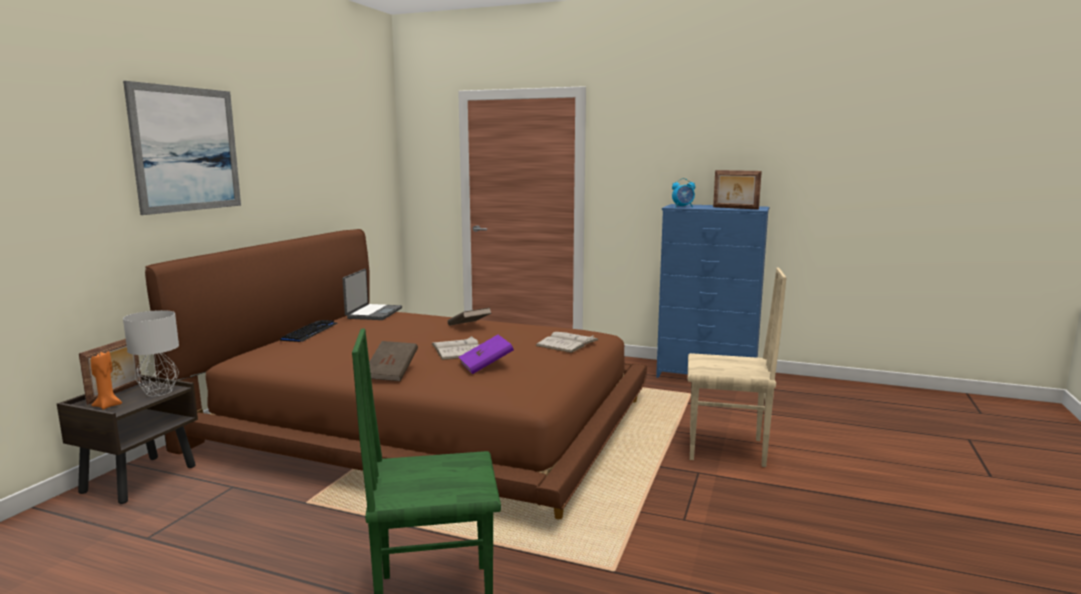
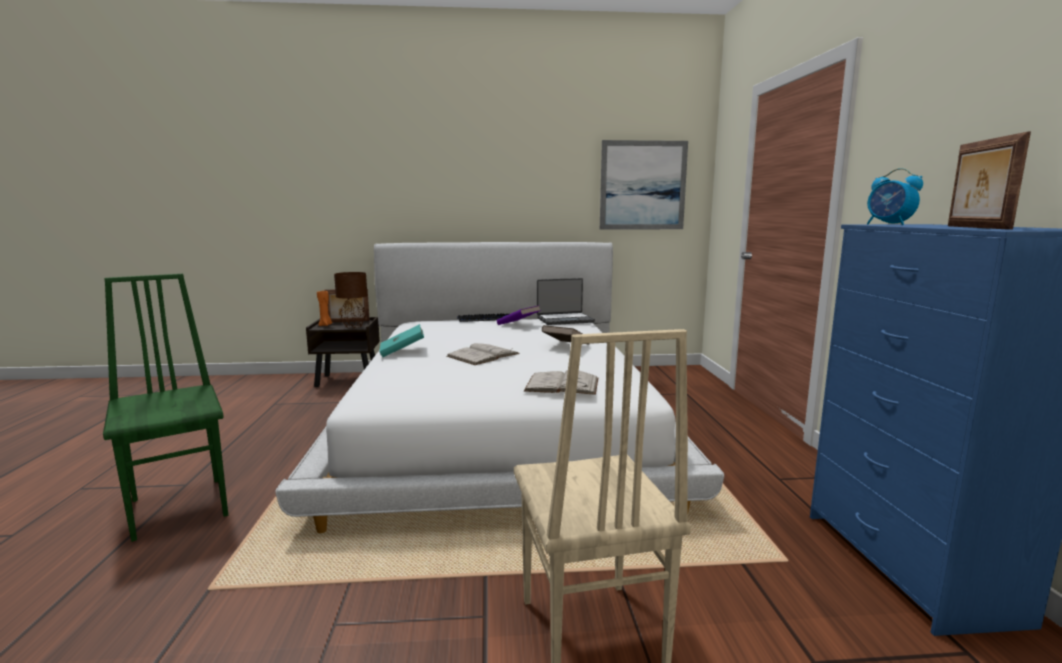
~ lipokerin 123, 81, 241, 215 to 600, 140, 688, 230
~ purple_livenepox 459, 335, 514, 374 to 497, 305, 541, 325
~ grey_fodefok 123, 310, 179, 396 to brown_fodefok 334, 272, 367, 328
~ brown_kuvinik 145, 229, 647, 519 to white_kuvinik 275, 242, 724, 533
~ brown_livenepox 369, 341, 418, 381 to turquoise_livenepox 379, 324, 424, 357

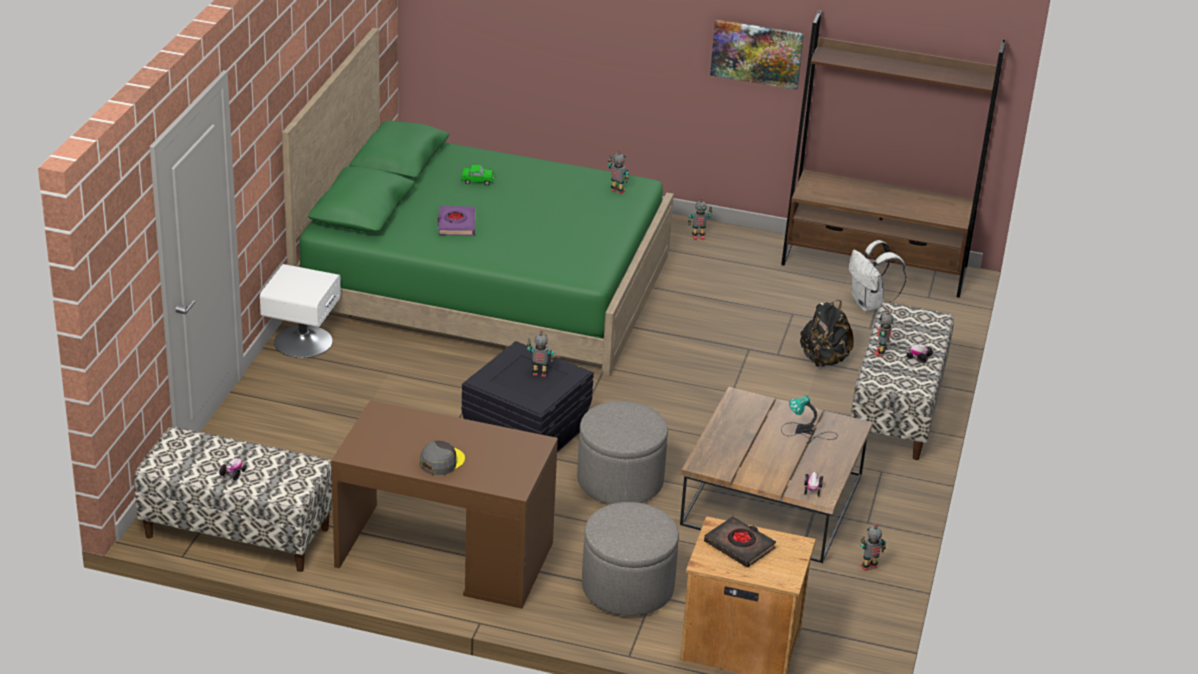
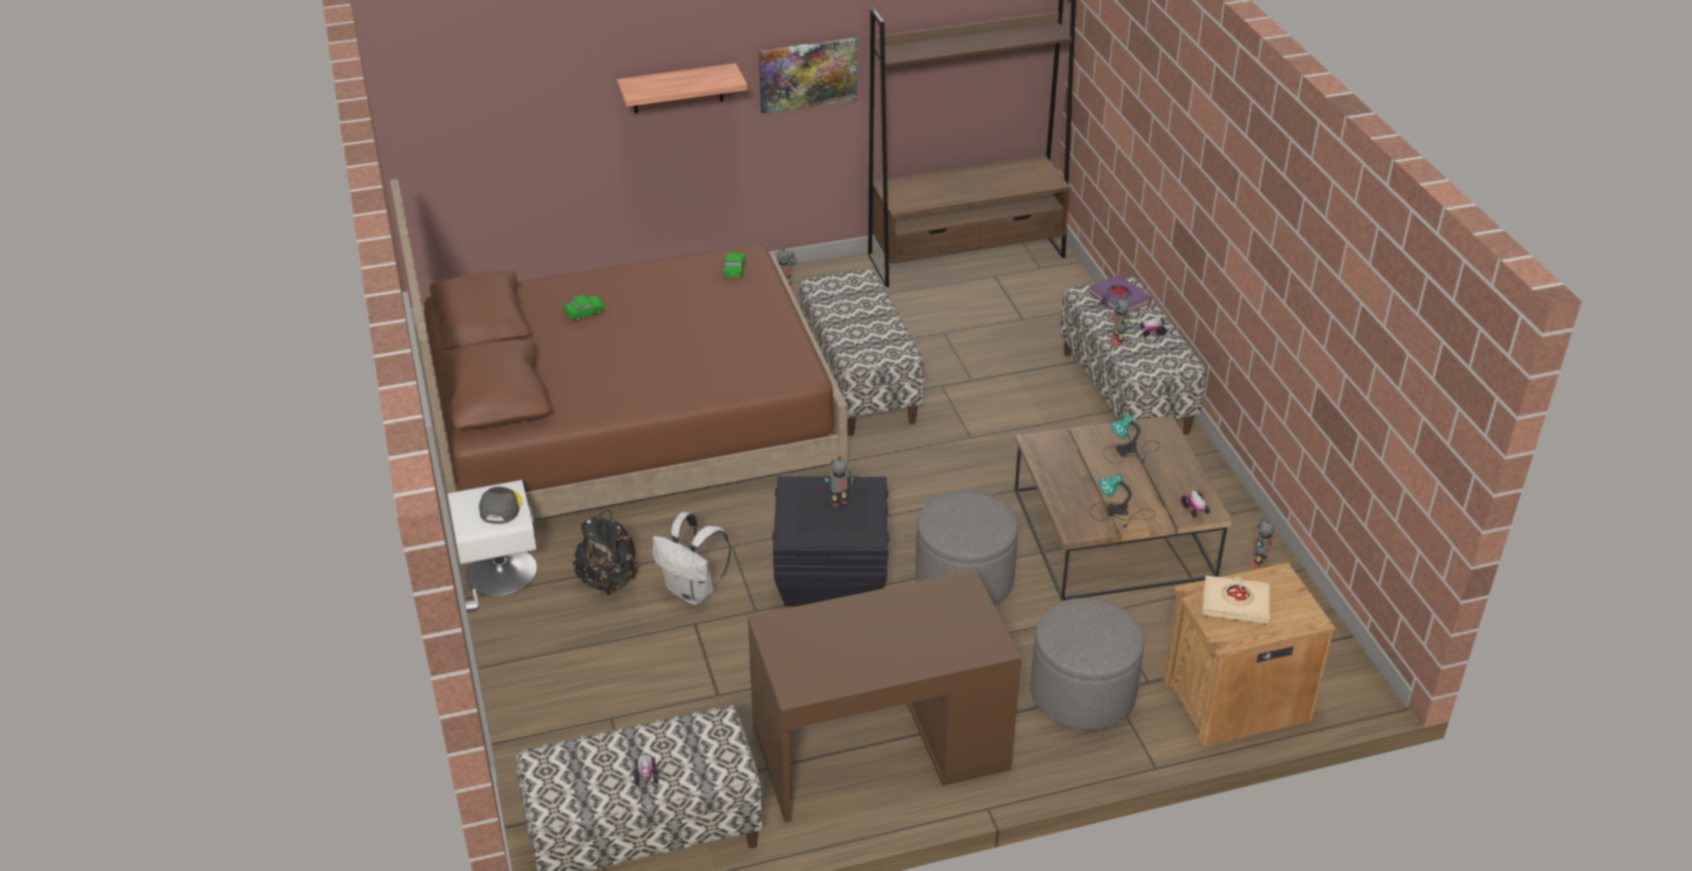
+ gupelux 617, 63, 747, 114
+ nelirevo 798, 268, 924, 436
+ fodefok 1090, 474, 1155, 528
~ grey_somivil 420, 441, 465, 476 to 479, 487, 523, 524
~ purple_livenepox 438, 206, 475, 236 to 1089, 275, 1152, 313
~ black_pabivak 800, 300, 854, 367 to 573, 510, 638, 595
~ white_pabivak 849, 240, 906, 312 to 653, 512, 731, 605
~ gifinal 608, 150, 629, 194 to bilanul 723, 253, 746, 278
~ green_kuvinik 282, 28, 674, 377 to brown_kuvinik 390, 179, 847, 519
~ black_livenepox 704, 516, 776, 568 to beige_livenepox 1202, 576, 1270, 624

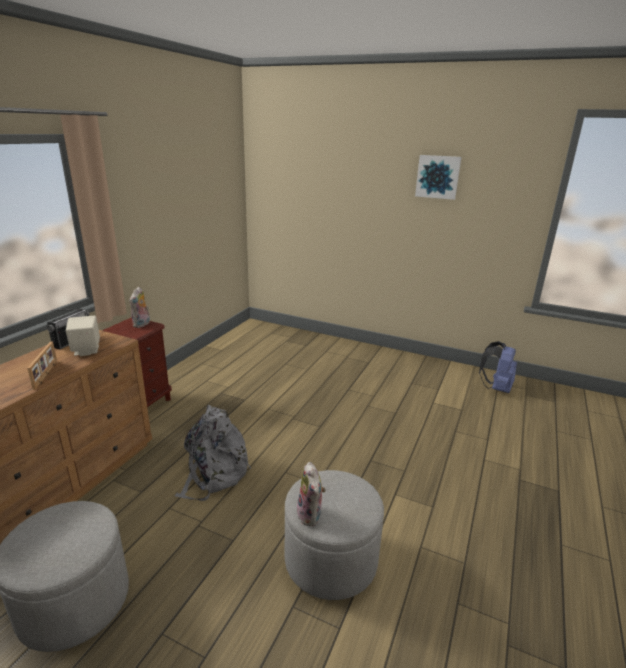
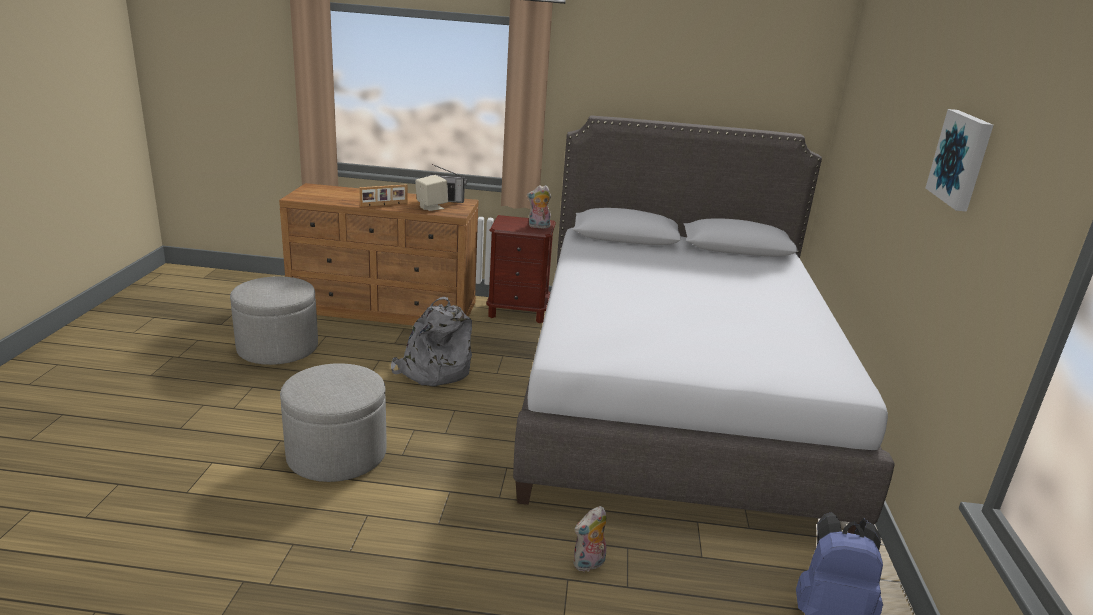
+ grey_kuvinik 513, 115, 895, 534
~ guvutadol 297, 462, 326, 526 to 573, 506, 607, 572

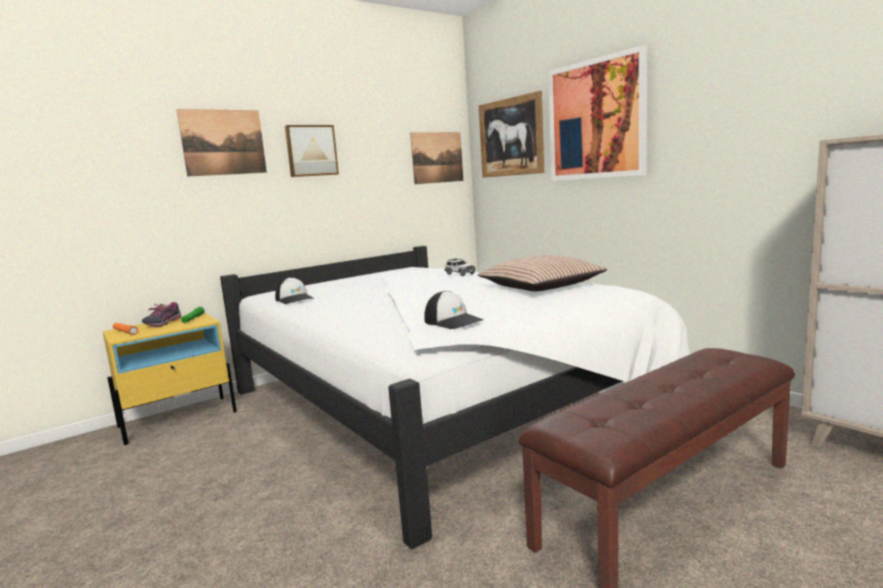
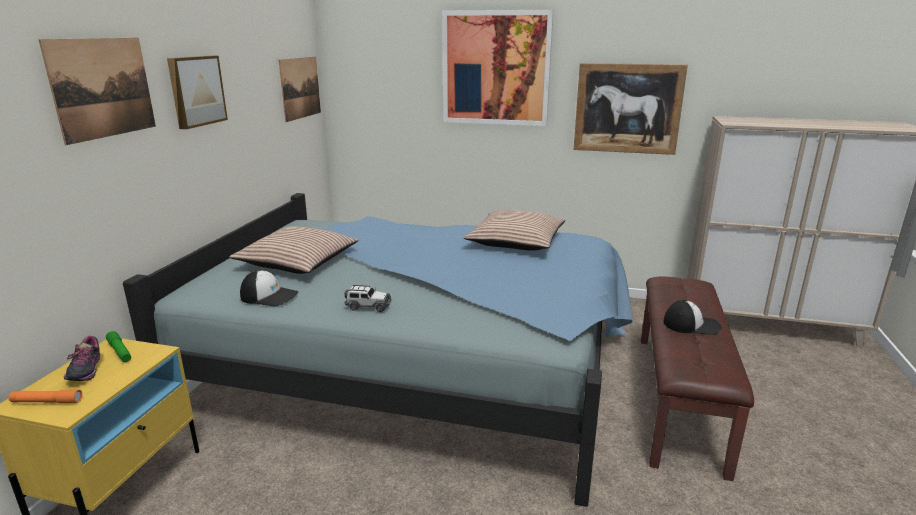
+ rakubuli 229, 226, 358, 274
~ somivil 424, 291, 484, 329 to 663, 300, 722, 335
~ bilanul 445, 258, 476, 276 to 345, 285, 391, 312
~ lipokerin 479, 91, 544, 178 to 574, 63, 688, 155
~ white_kuvinik 220, 246, 690, 549 to blue_kuvinik 123, 193, 633, 507

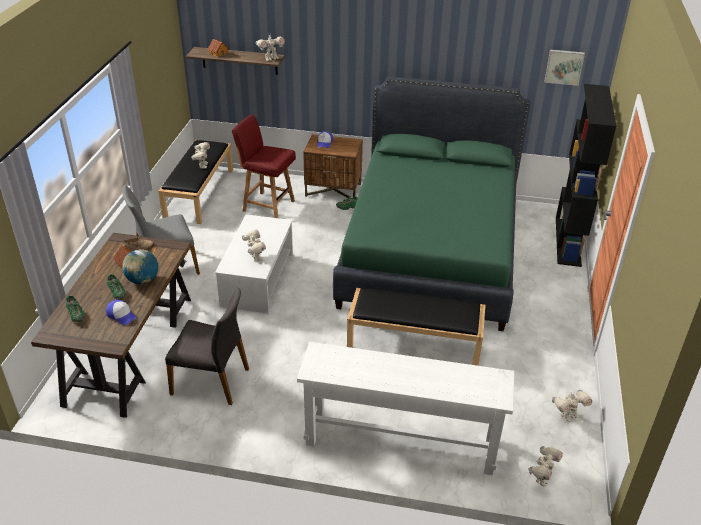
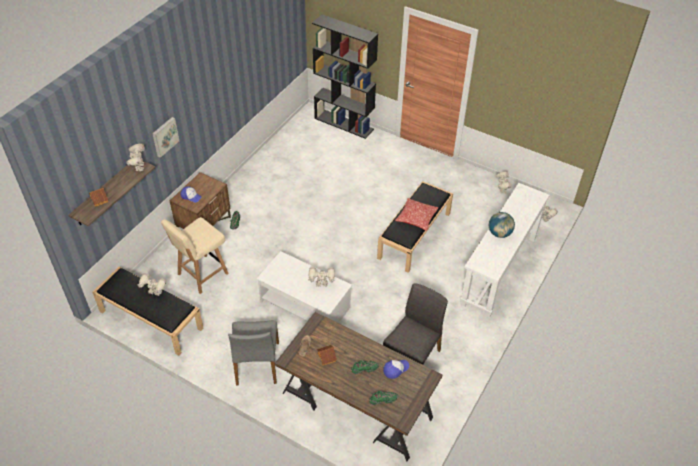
- green_kuvinik 333, 77, 531, 331
+ rakubuli 395, 198, 439, 231
~ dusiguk 122, 249, 158, 284 to 489, 212, 515, 238
~ lipokerin 545, 50, 585, 86 to 152, 117, 179, 158
~ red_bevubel 232, 114, 296, 218 to beige_bevubel 161, 217, 229, 294

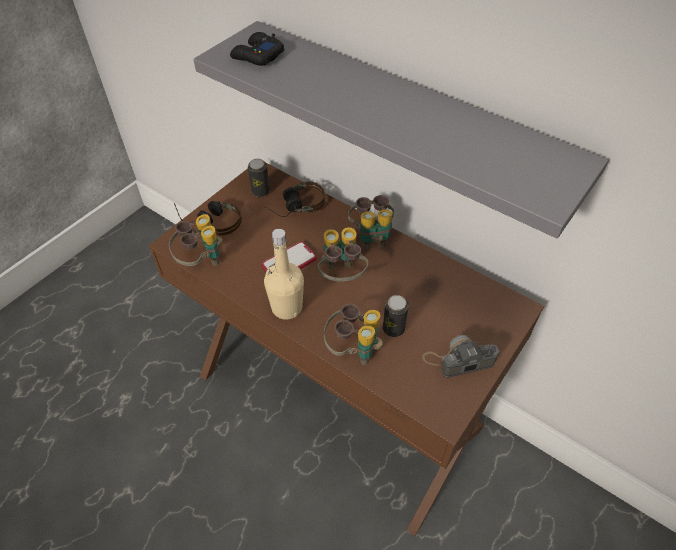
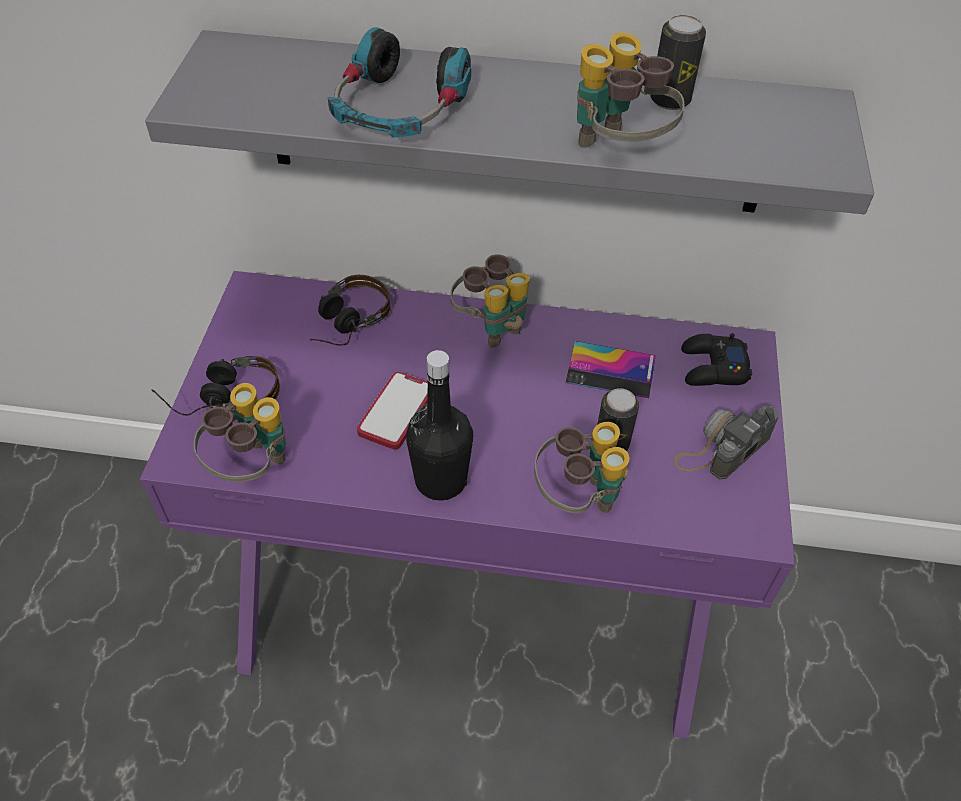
+ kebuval 328, 27, 471, 137
+ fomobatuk 566, 341, 656, 398
~ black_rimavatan 230, 32, 284, 66 to 681, 333, 752, 386
~ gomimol 248, 159, 270, 197 to 650, 15, 706, 110
~ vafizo 318, 227, 368, 281 to 577, 32, 684, 148
~ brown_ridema 149, 164, 544, 536 to purple_ridema 140, 271, 795, 739
~ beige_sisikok 264, 229, 304, 320 to black_sisikok 406, 350, 473, 500

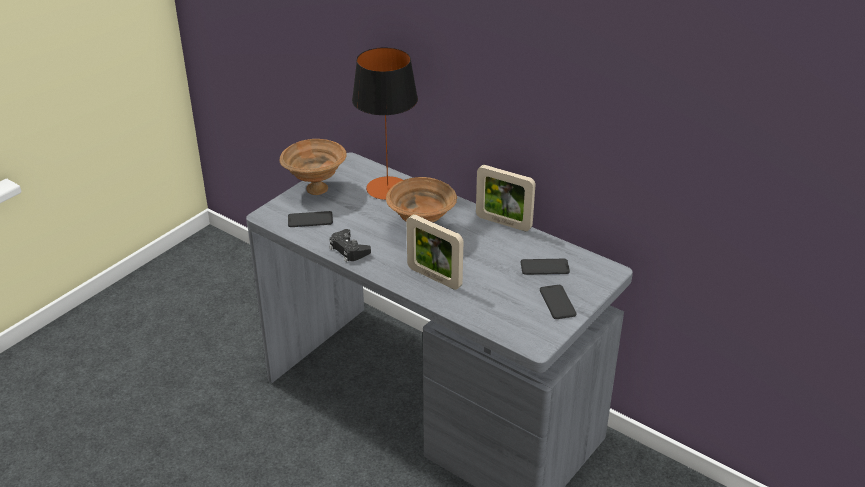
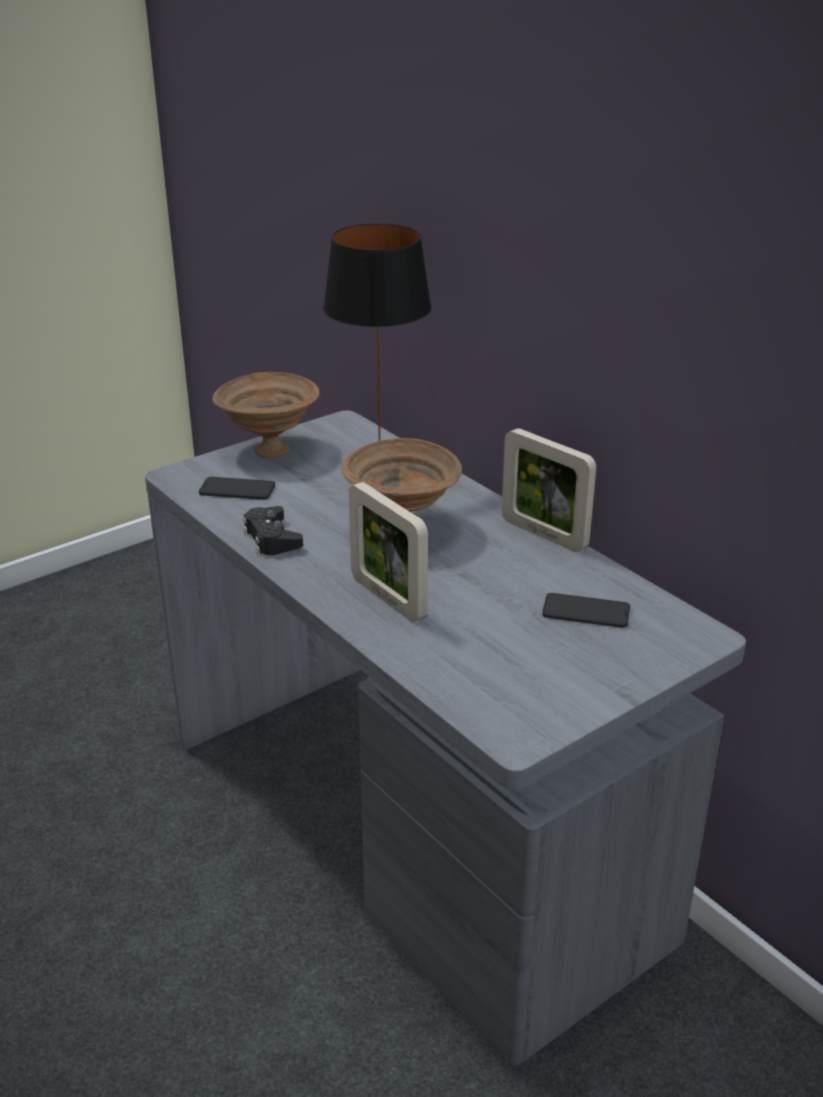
- fomobatuk 540, 285, 576, 319

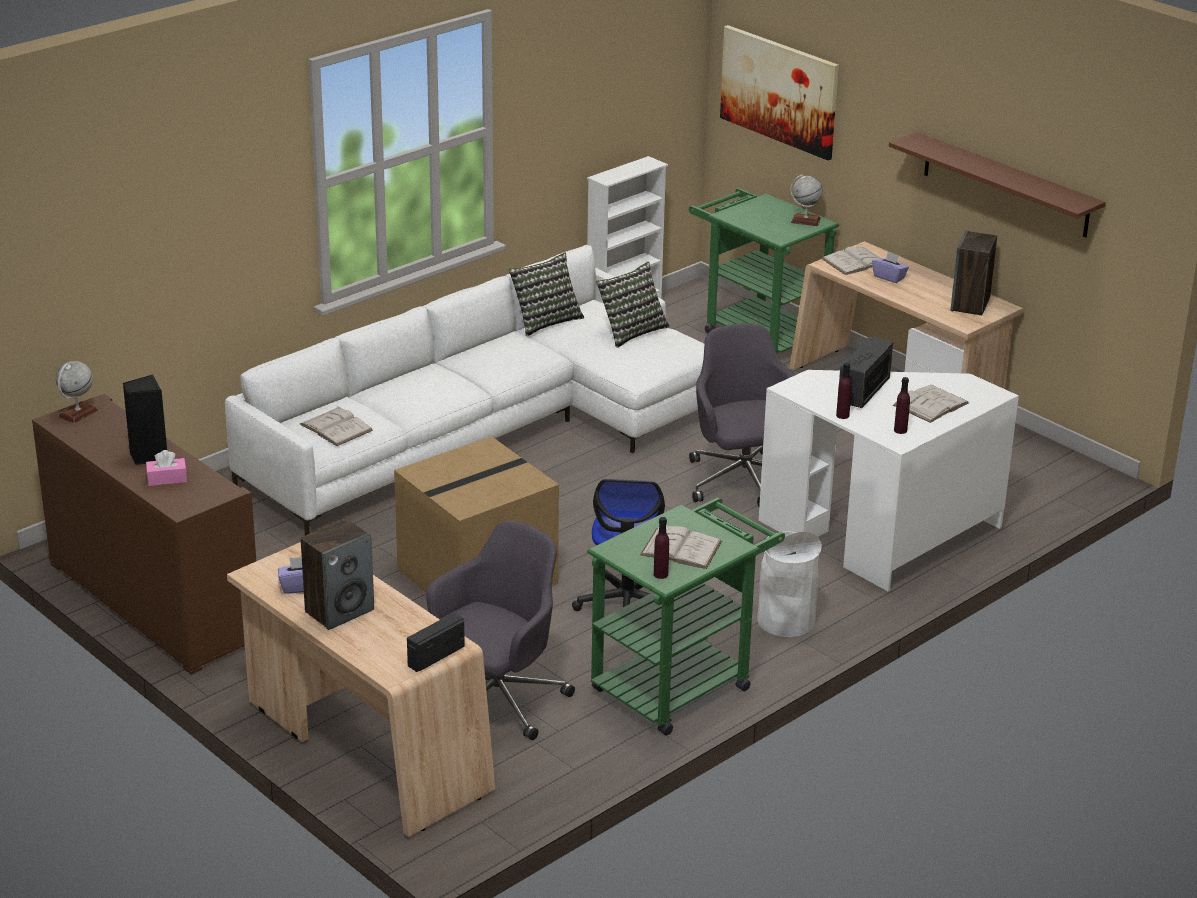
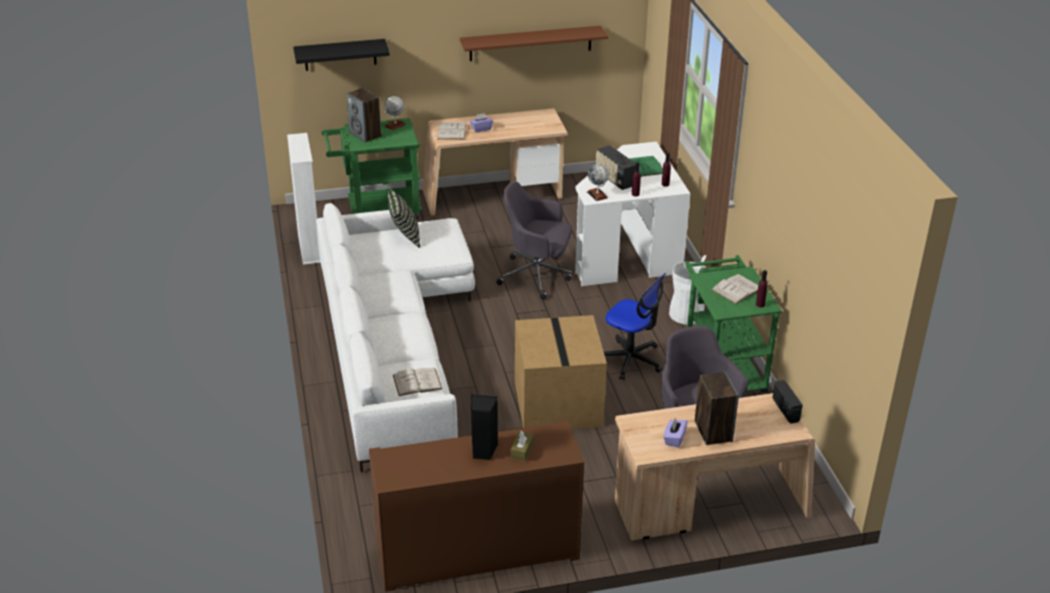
- rakubuli 509, 252, 584, 336
~ dusiguk 56, 361, 98, 423 to 587, 164, 609, 201
~ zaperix 951, 230, 997, 315 to 346, 88, 382, 143
~ lipokerin 720, 25, 839, 160 to black_gupelux 293, 39, 390, 71
~ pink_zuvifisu 146, 450, 187, 486 to brown_zuvifisu 510, 431, 534, 462
~ white_livenepox 893, 385, 969, 423 to green_livenepox 629, 156, 663, 177

